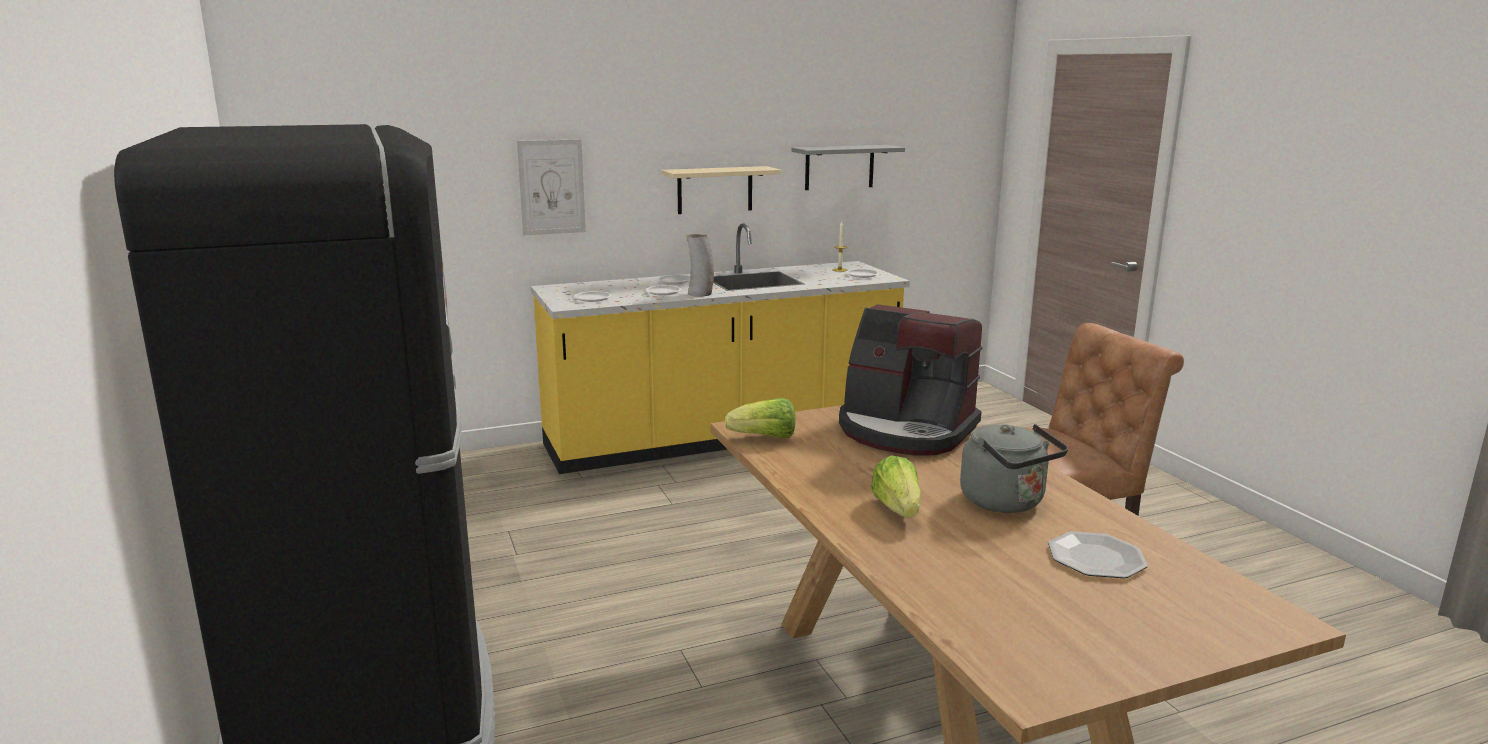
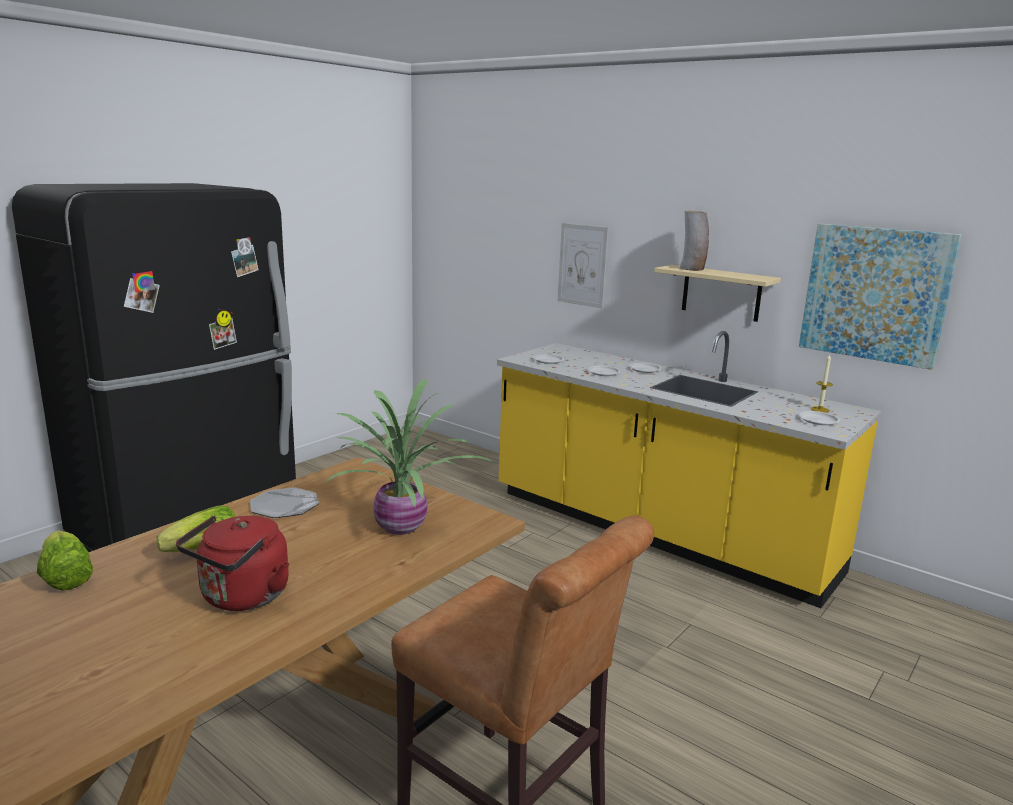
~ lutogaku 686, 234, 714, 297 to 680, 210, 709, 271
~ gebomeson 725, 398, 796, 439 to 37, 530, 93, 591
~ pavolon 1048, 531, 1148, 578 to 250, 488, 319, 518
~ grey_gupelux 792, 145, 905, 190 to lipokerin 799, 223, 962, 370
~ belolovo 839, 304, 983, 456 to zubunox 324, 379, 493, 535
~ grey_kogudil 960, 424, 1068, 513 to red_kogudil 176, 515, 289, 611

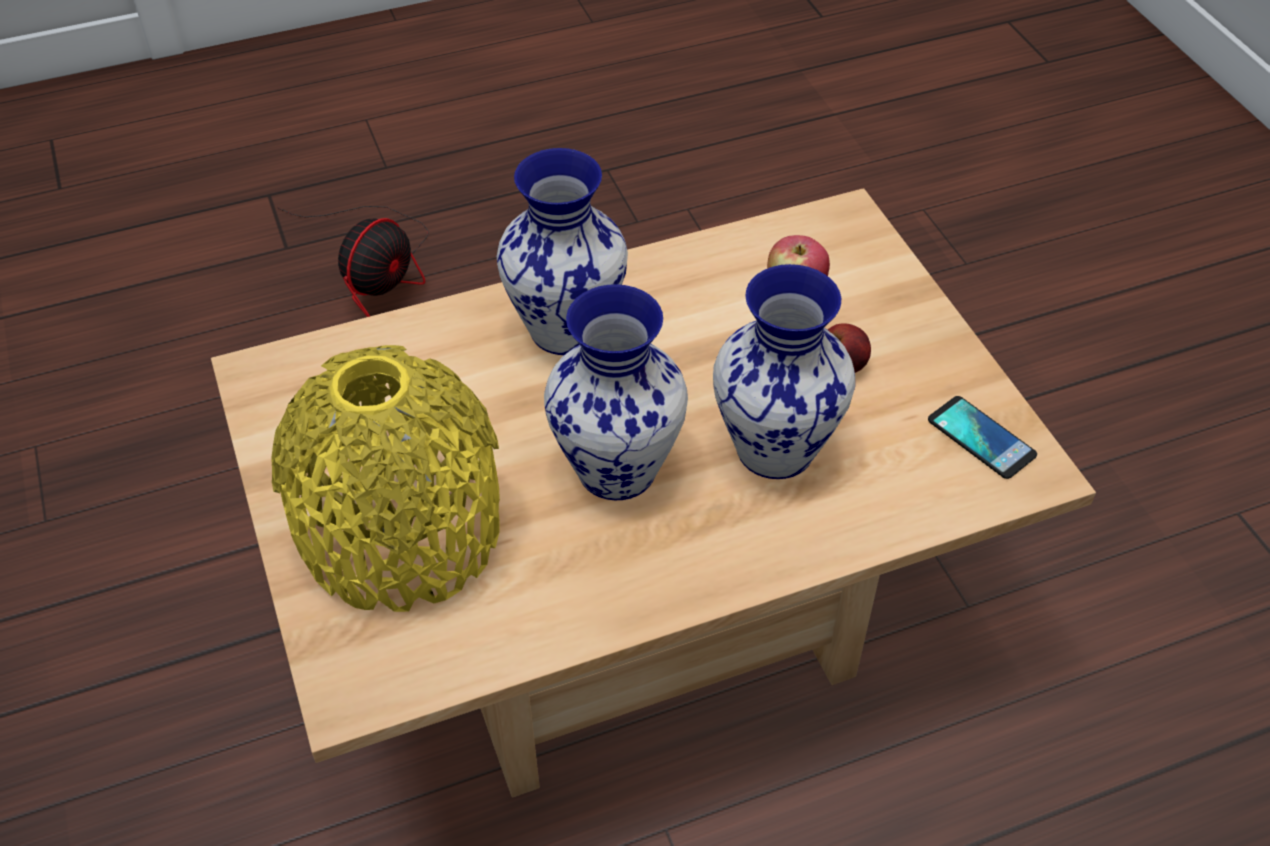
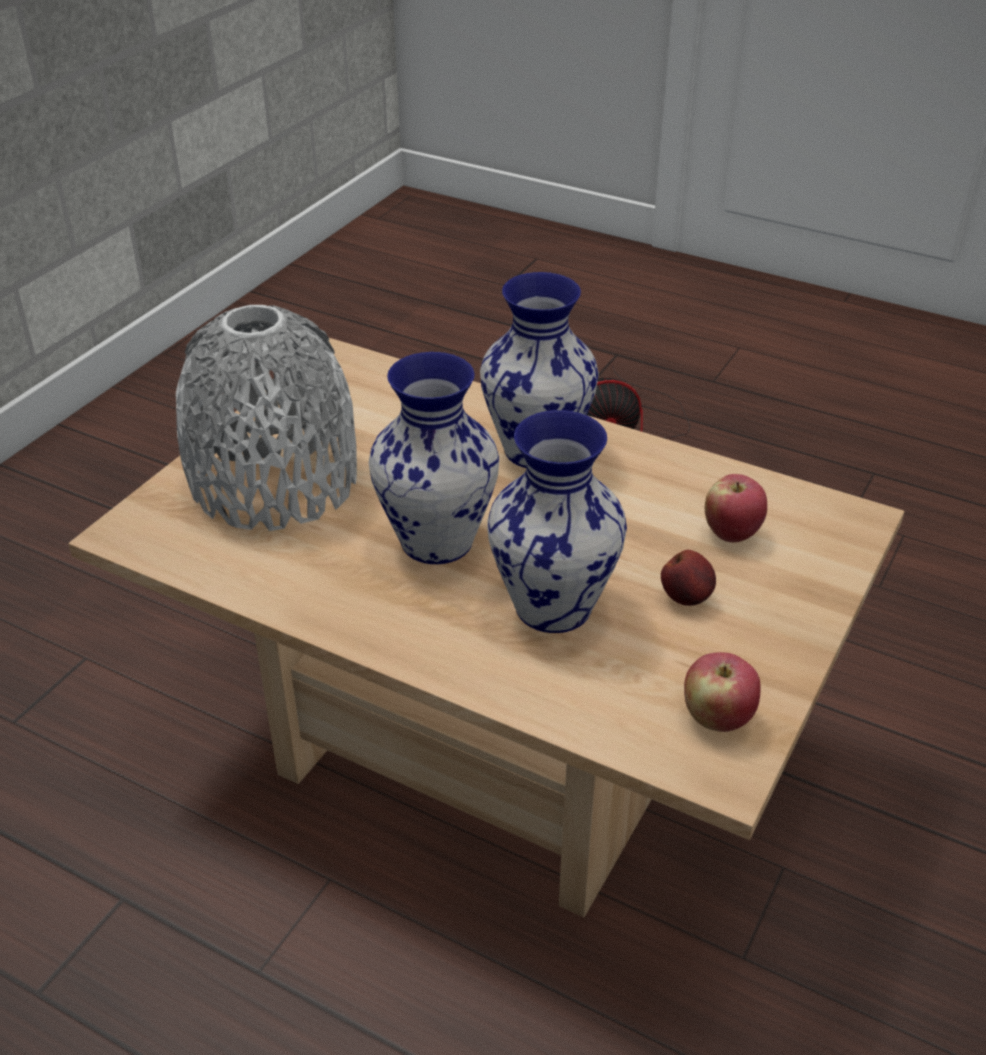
~ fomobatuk 928, 396, 1037, 479 to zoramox 684, 652, 761, 732
~ yellow_lutogaku 271, 345, 500, 612 to grey_lutogaku 176, 305, 357, 531

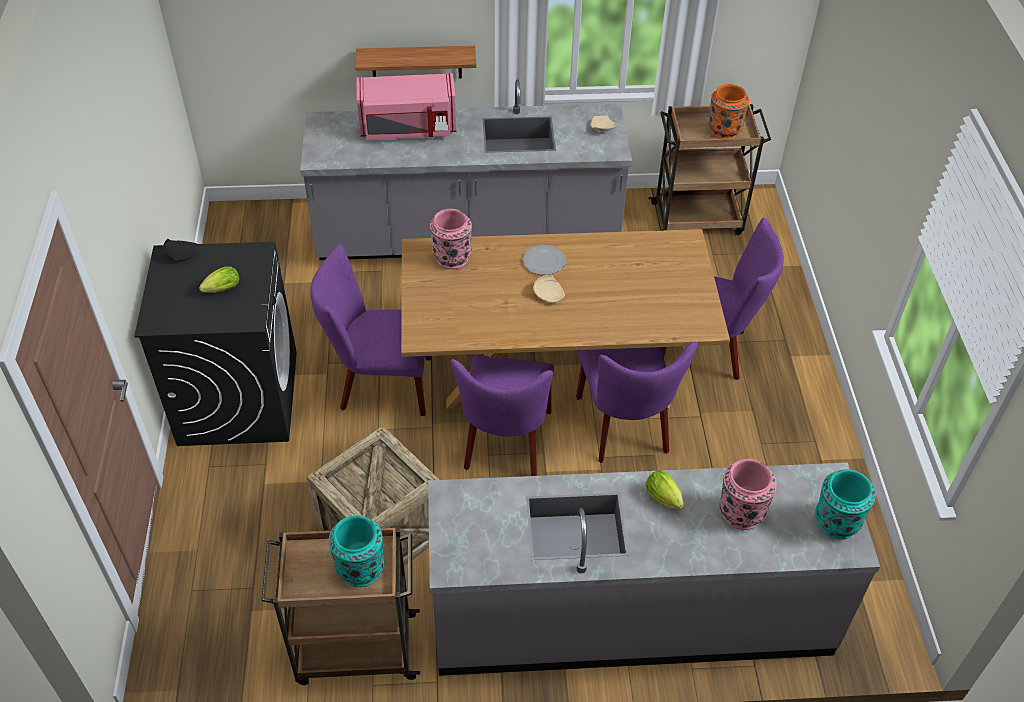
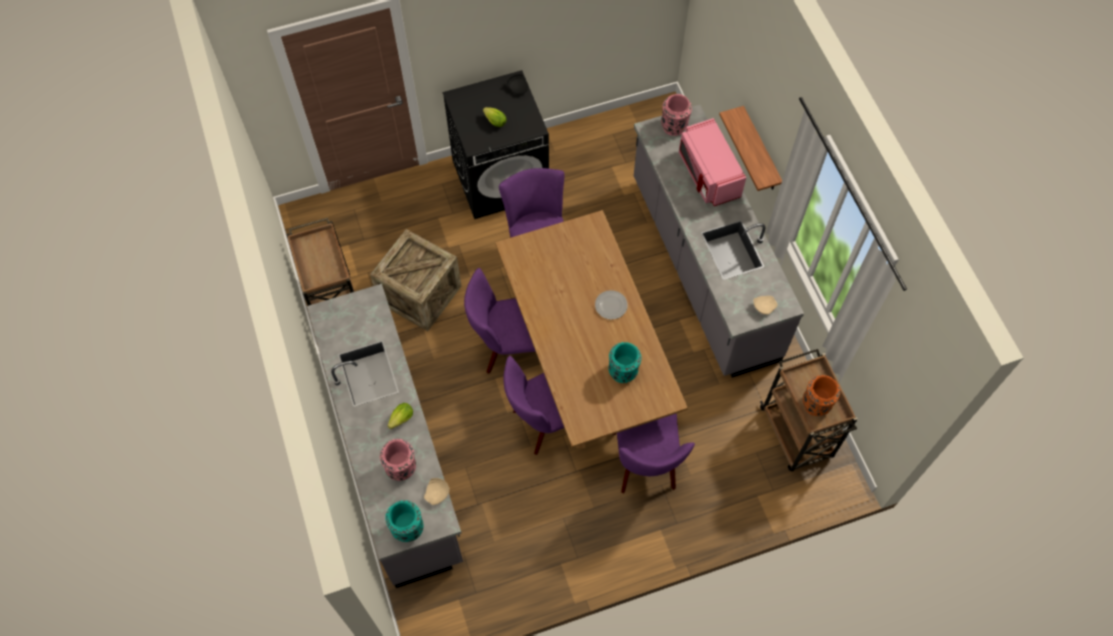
~ turquoise_lutogaku 329, 515, 385, 587 to 609, 342, 641, 383
~ pink_lutogaku 430, 209, 472, 269 to 661, 94, 692, 136
~ beige_pavolon 533, 275, 565, 303 to 424, 478, 450, 505

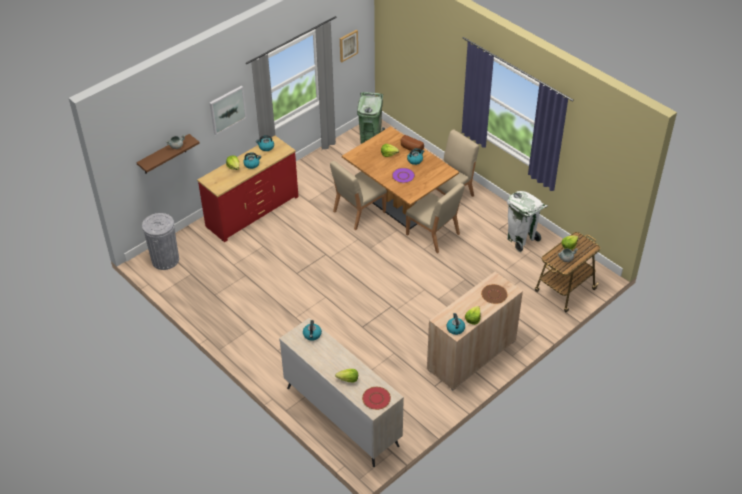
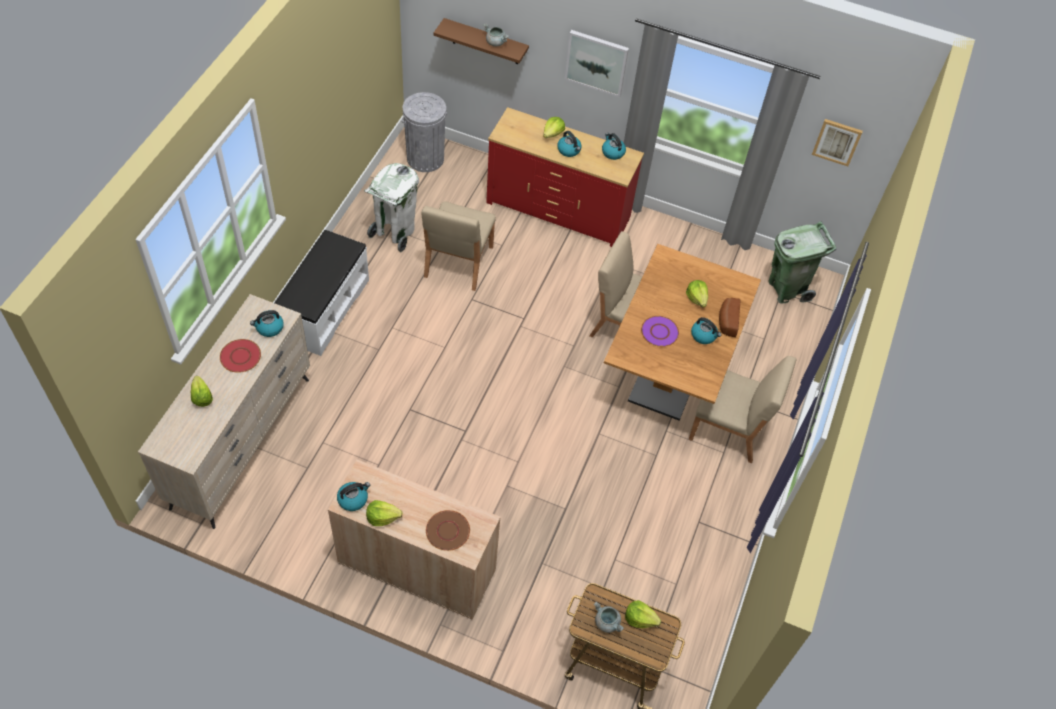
+ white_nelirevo 274, 230, 369, 356
~ red_pavolon 362, 387, 391, 410 to 220, 339, 261, 373
~ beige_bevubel 406, 183, 465, 253 to 421, 201, 496, 291
~ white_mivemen 507, 191, 548, 252 to 364, 163, 419, 252

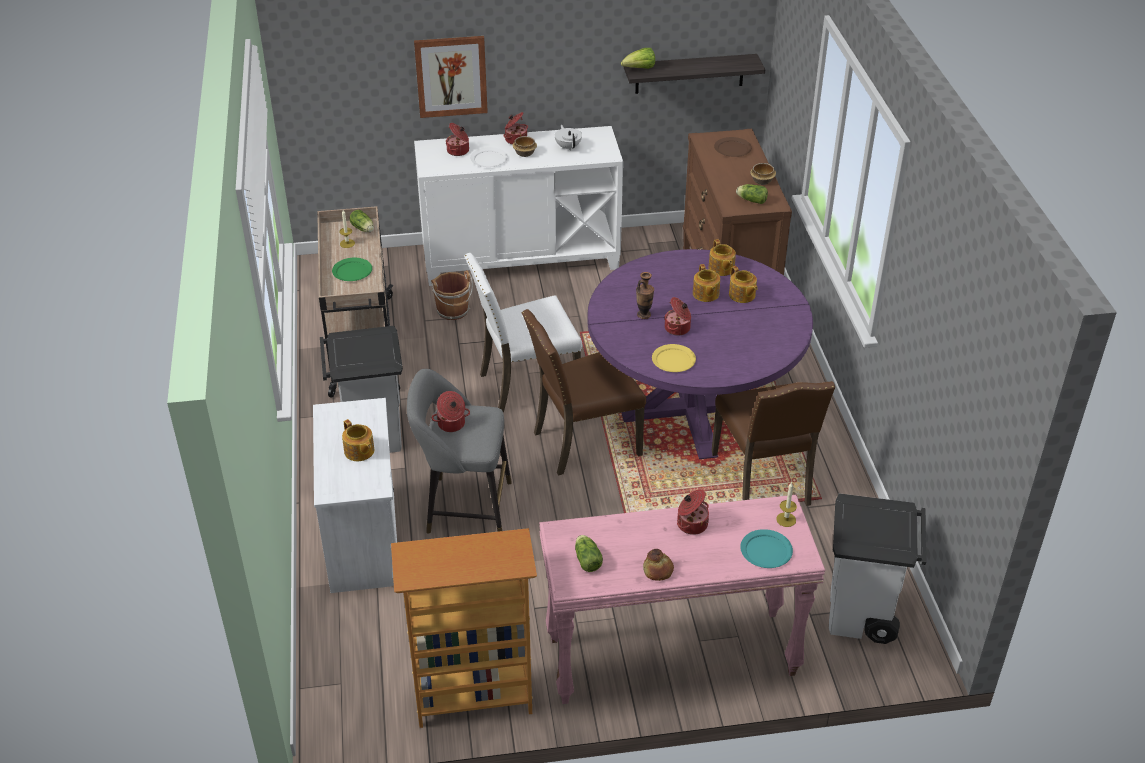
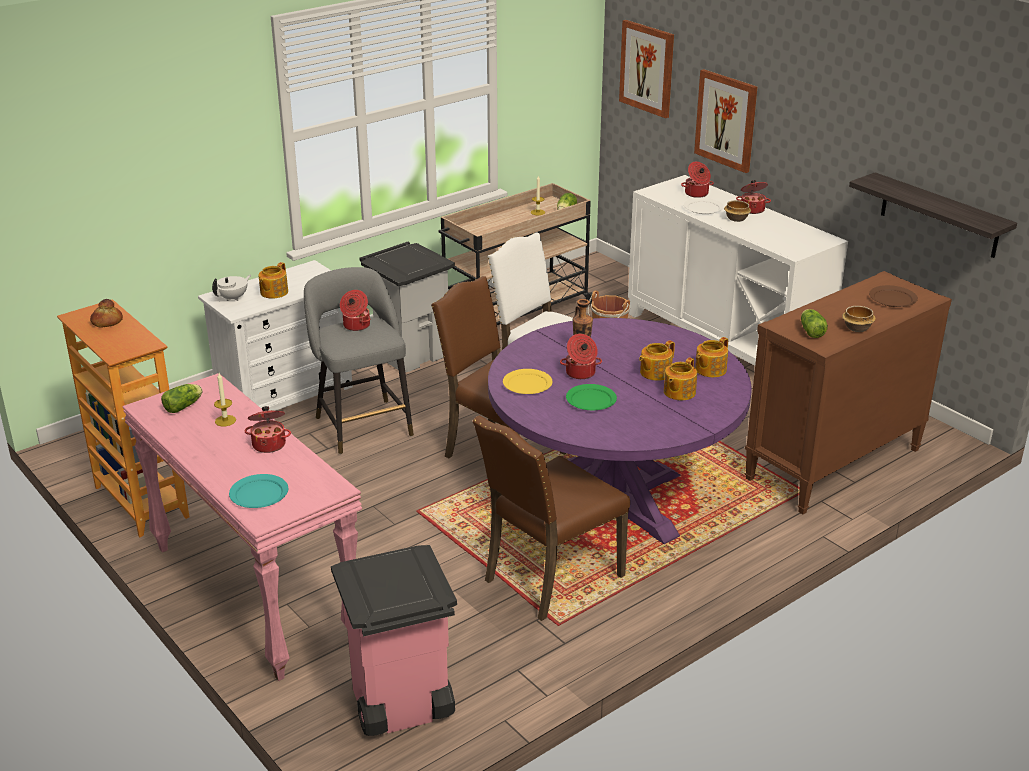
- gebomeson 621, 48, 655, 69
+ lipokerin 619, 20, 674, 118
~ green_pavolon 332, 258, 372, 281 to 566, 384, 617, 410
~ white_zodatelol 555, 125, 582, 151 to 212, 275, 251, 301
~ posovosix 643, 549, 674, 581 to 90, 299, 123, 327
~ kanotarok 776, 482, 797, 527 to 214, 373, 236, 426
~ white_mivemen 829, 493, 926, 644 to pink_mivemen 331, 545, 457, 736

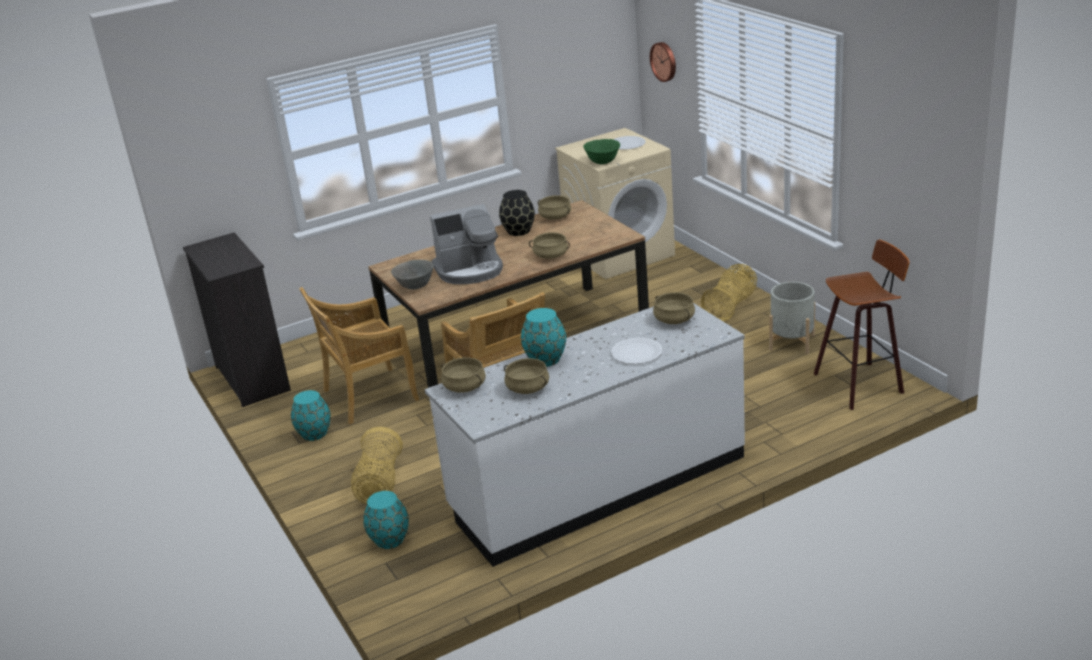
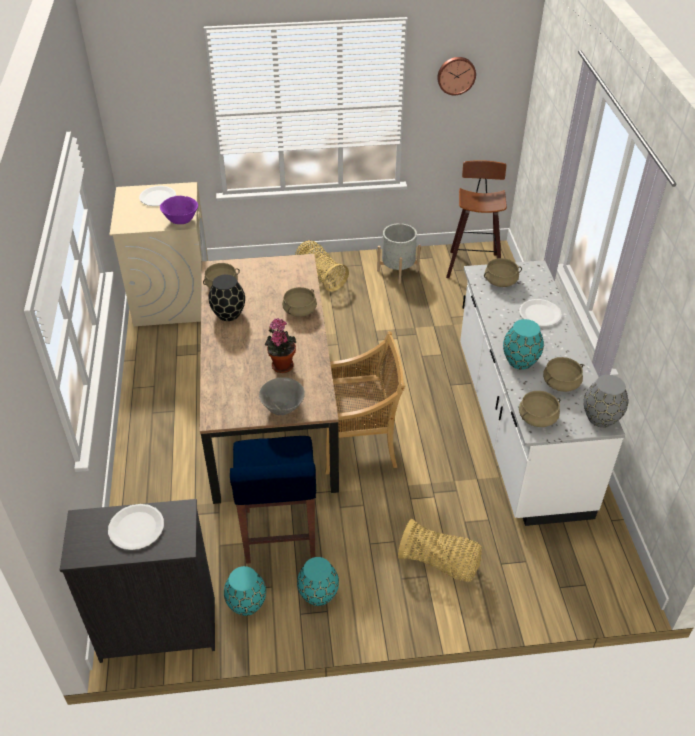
+ white_pavolon 108, 504, 164, 550
+ grey_lutogaku 584, 375, 628, 428
~ turquoise_lutogaku 363, 491, 409, 549 to 224, 566, 266, 616
~ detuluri 650, 42, 676, 82 to 437, 57, 476, 95
~ beige_bevubel 299, 287, 419, 424 to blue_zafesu 230, 436, 316, 564
~ belolovo 430, 204, 503, 284 to zubunox 265, 318, 296, 373
~ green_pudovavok 583, 139, 620, 164 to purple_pudovavok 160, 196, 198, 224

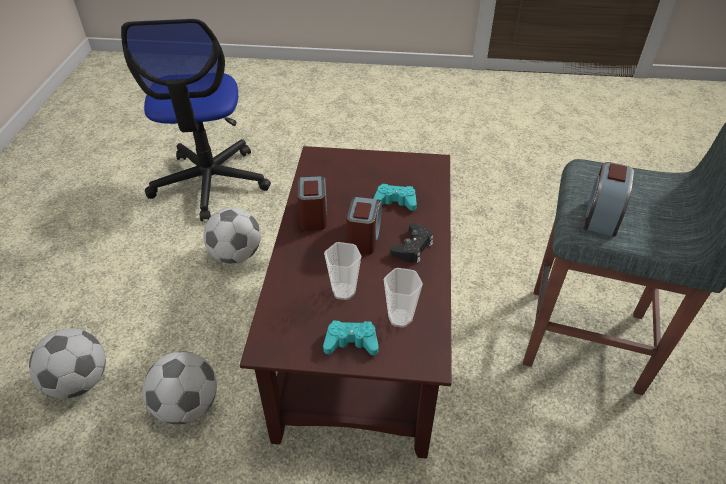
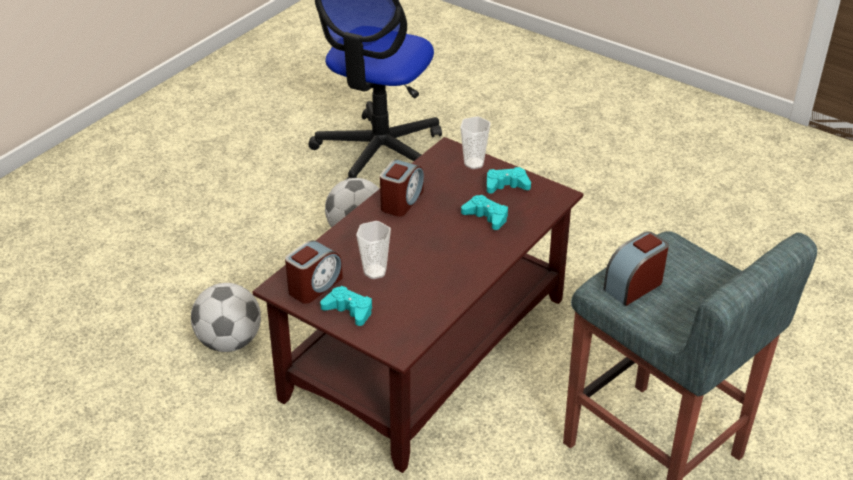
- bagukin 29, 328, 106, 398
- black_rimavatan 390, 223, 433, 263
+ turquoise_rimavatan 487, 167, 531, 194
~ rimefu 346, 197, 382, 255 to 285, 240, 343, 304
~ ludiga 384, 268, 423, 328 to 460, 116, 491, 169

